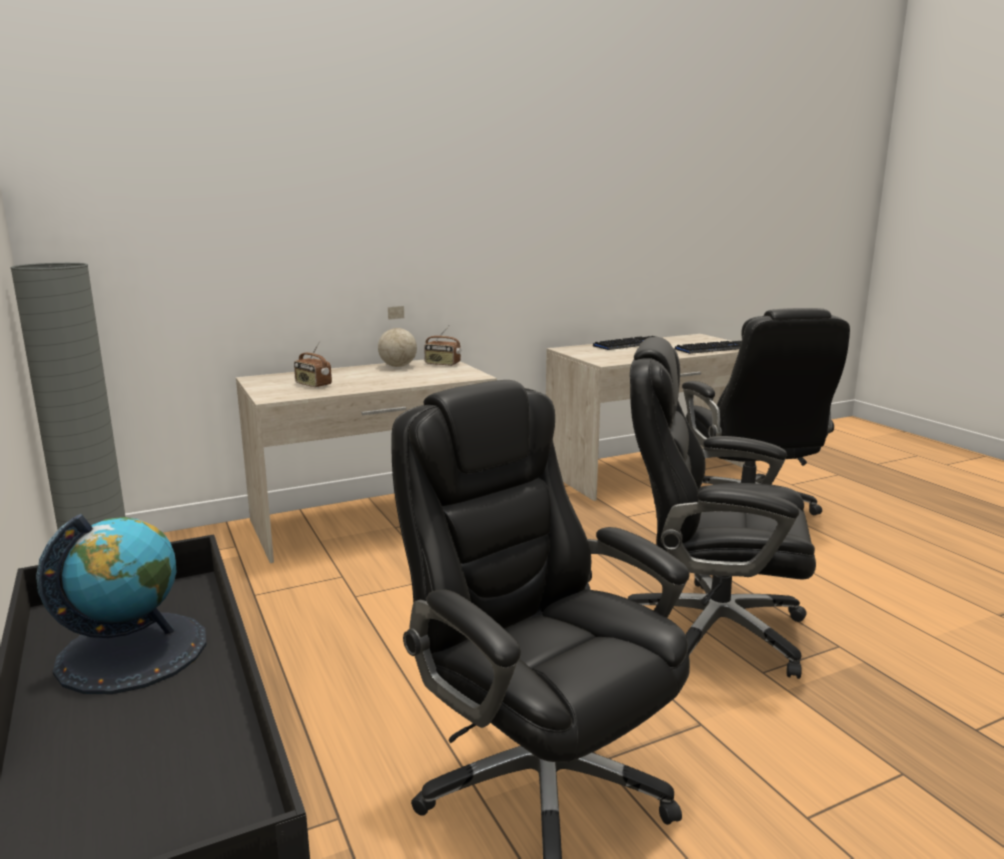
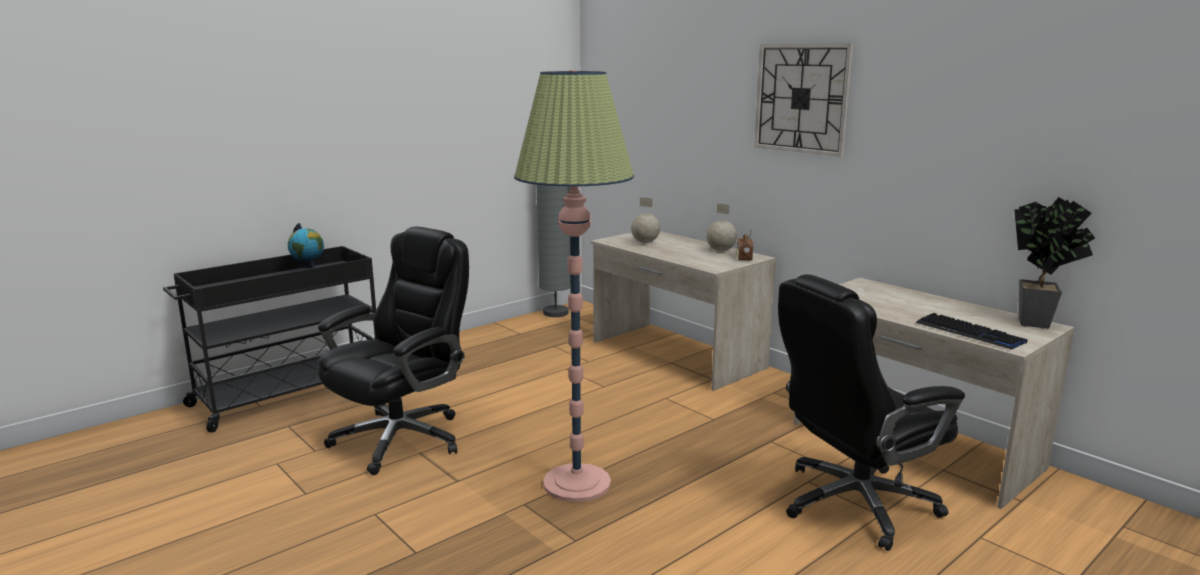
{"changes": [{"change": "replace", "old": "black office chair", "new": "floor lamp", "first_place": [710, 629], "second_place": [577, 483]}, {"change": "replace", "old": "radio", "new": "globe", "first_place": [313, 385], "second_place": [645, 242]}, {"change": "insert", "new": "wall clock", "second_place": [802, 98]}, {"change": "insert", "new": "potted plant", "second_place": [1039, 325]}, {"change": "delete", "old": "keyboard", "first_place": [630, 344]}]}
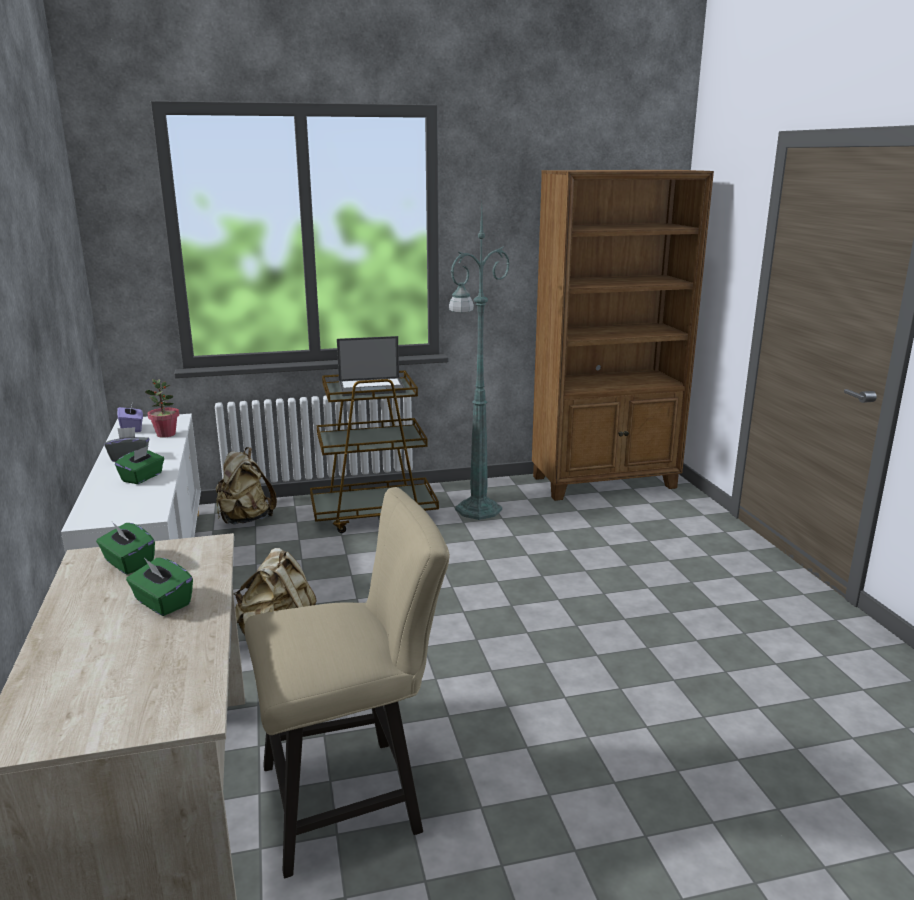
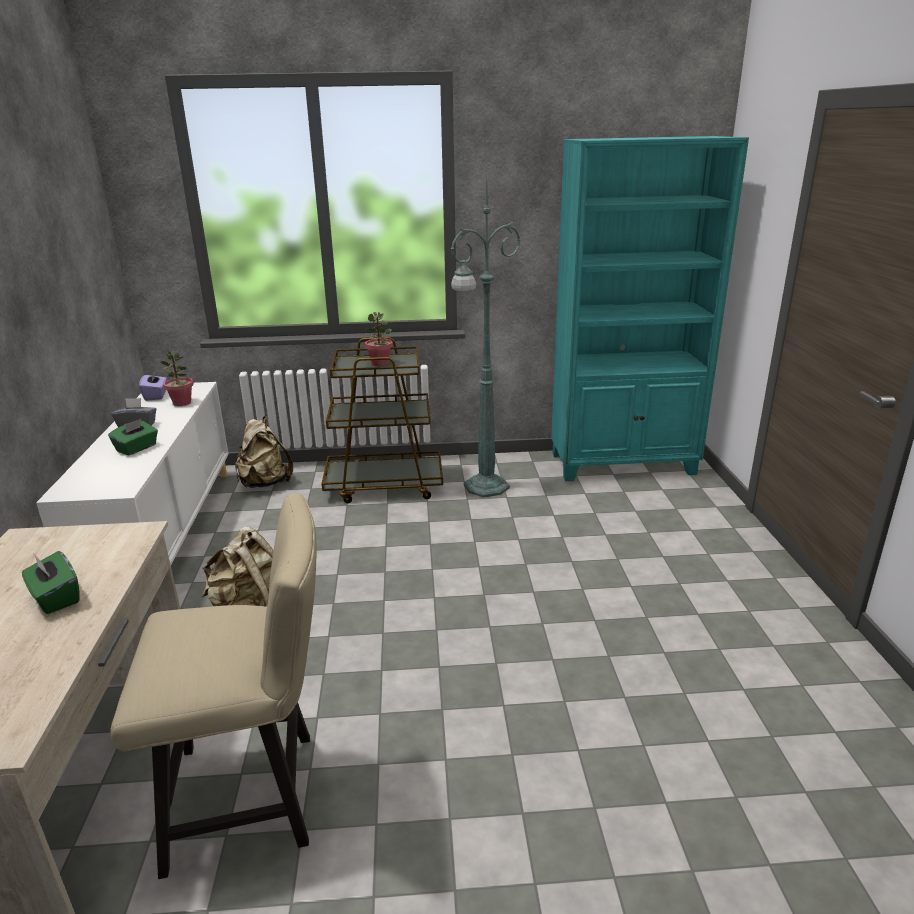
{"changes": [{"change": "replace", "old": "laptop", "new": "potted plant", "first_place": [372, 387], "second_place": [380, 363]}, {"change": "recolor", "old": "brown bookcase", "new": "turquoise bookcase", "first_place": [605, 482], "second_place": [623, 464]}, {"change": "delete", "old": "green tissue box", "first_place": [128, 563]}]}
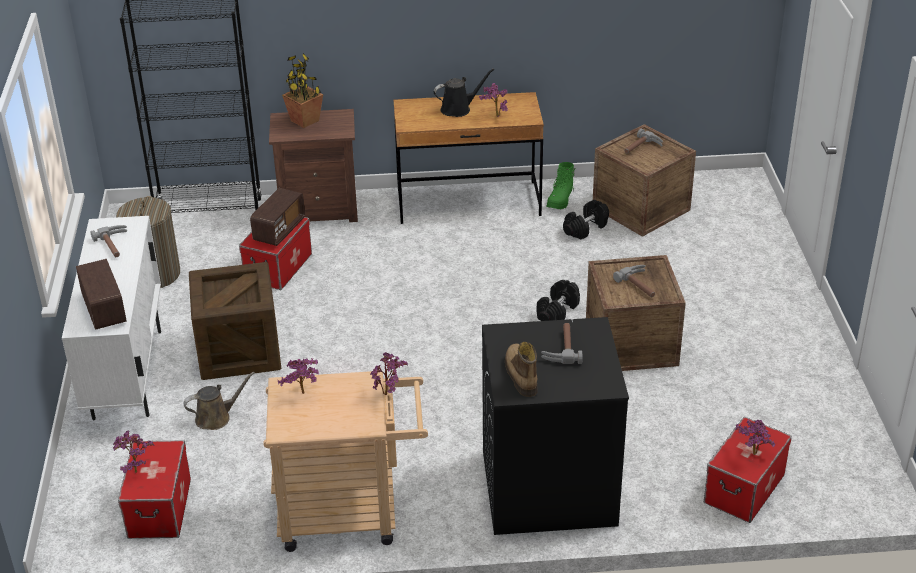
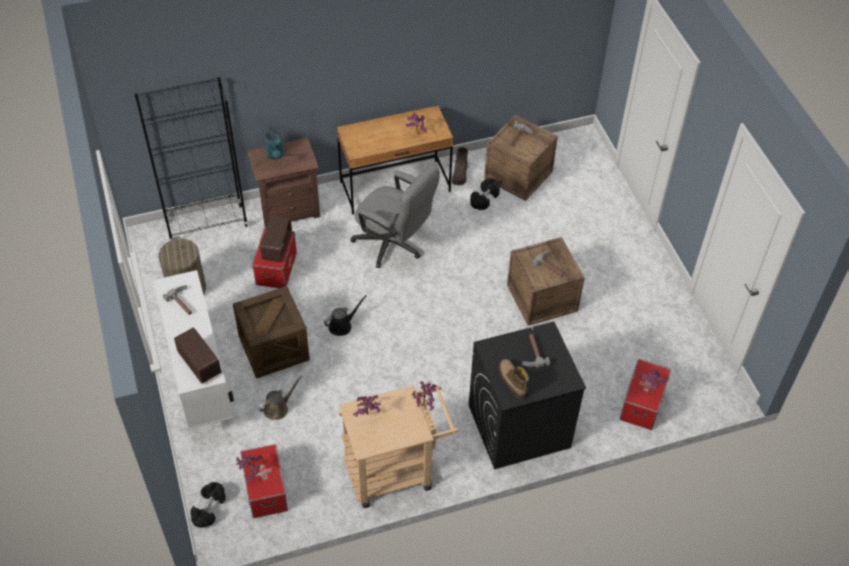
{"changes": [{"change": "move", "old": "black dumbbell", "first_place": [557, 311], "second_place": [209, 508]}, {"change": "replace", "old": "potted plant", "new": "turquoise watering can", "first_place": [305, 121], "second_place": [276, 155]}, {"change": "move", "old": "black watering can", "first_place": [458, 109], "second_place": [342, 325]}, {"change": "insert", "new": "grey office chair", "second_place": [394, 245]}, {"change": "recolor", "old": "green boot", "new": "brown boot", "first_place": [560, 199], "second_place": [460, 174]}]}
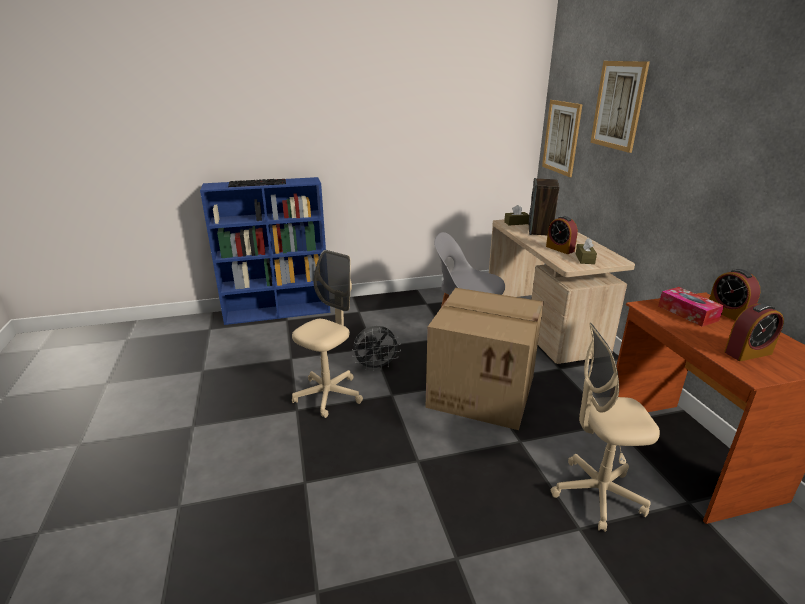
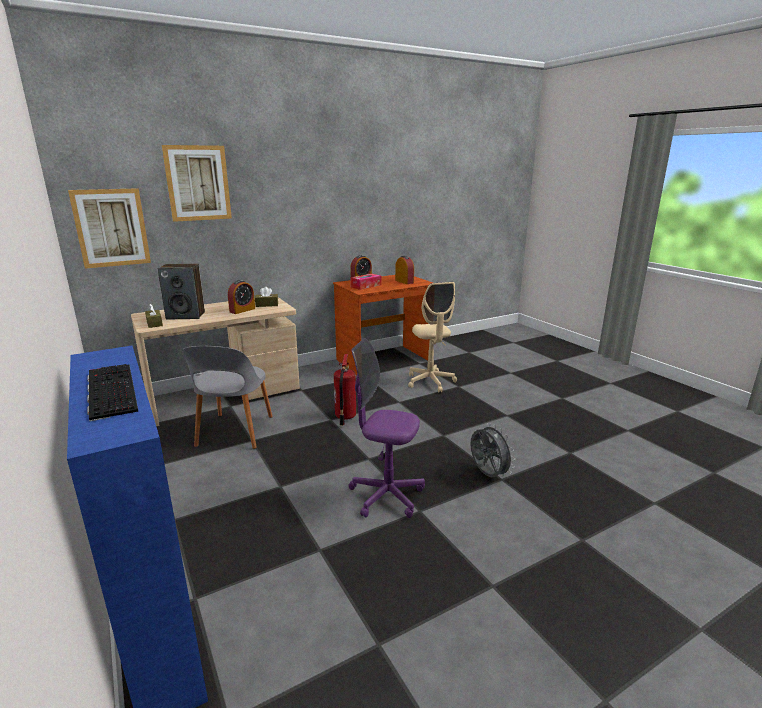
{"changes": [{"change": "replace", "old": "cardboard box", "new": "fire extinguisher", "first_place": [483, 391], "second_place": [345, 417]}, {"change": "recolor", "old": "beige office chair", "new": "purple office chair", "first_place": [328, 395], "second_place": [386, 496]}, {"change": "move", "old": "grey fan", "first_place": [376, 367], "second_place": [487, 475]}]}
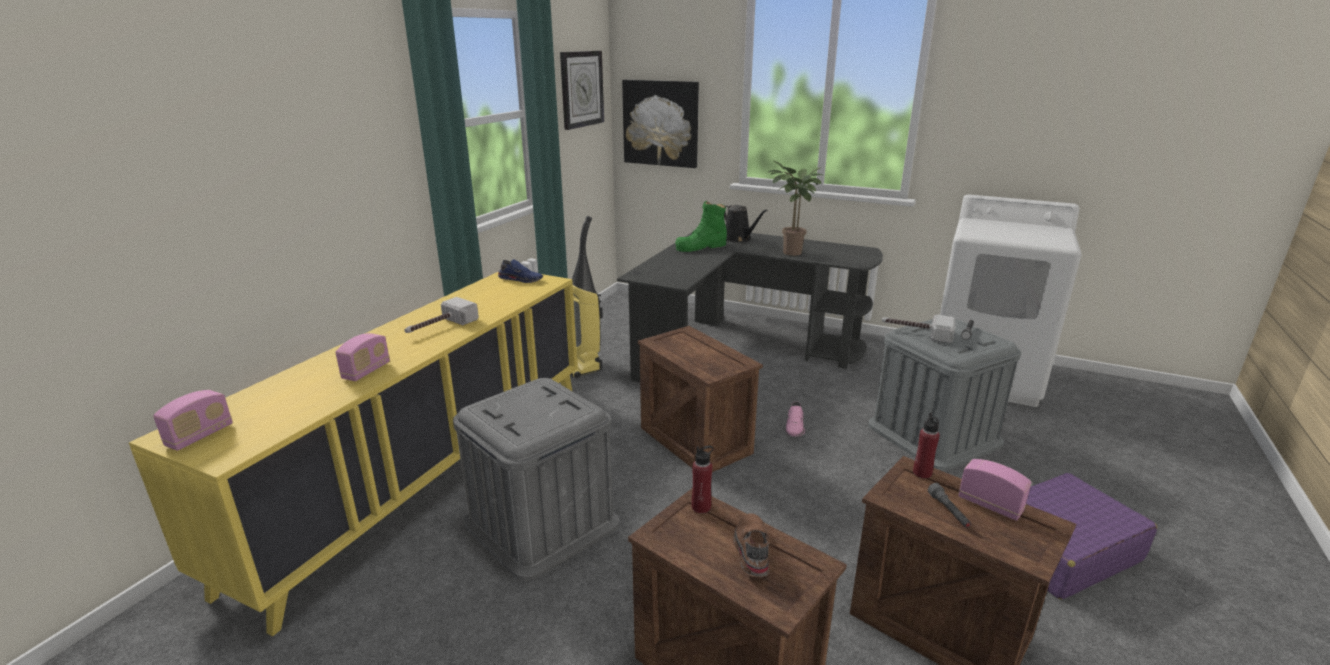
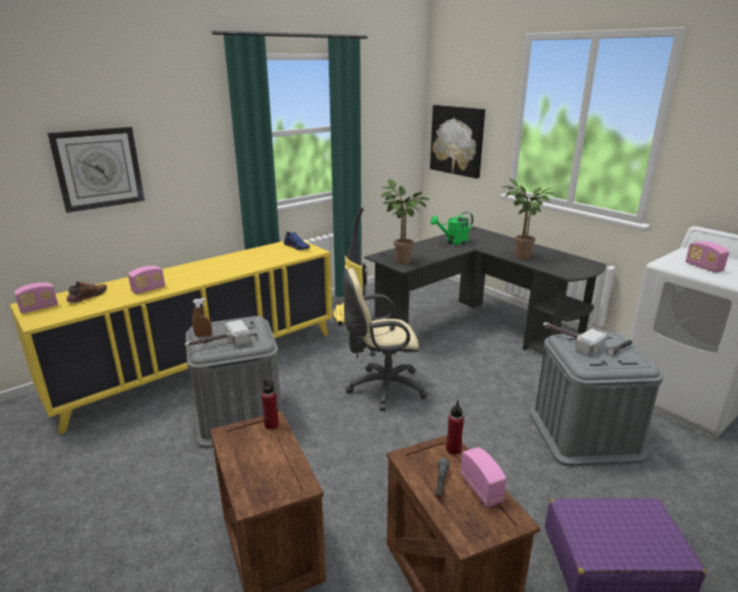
{"changes": [{"change": "move", "old": "wall clock", "first_place": [581, 89], "second_place": [98, 168]}, {"change": "move", "old": "brown shoe", "first_place": [750, 550], "second_place": [87, 296]}, {"change": "move", "old": "hammer", "first_place": [440, 327], "second_place": [217, 344]}, {"change": "insert", "new": "brown spray bottle", "second_place": [203, 335]}, {"change": "replace", "old": "crate", "new": "beige office chair", "first_place": [693, 440], "second_place": [382, 388]}, {"change": "insert", "new": "potted plant", "second_place": [400, 261]}, {"change": "replace", "old": "green boot", "new": "green watering can", "first_place": [701, 247], "second_place": [453, 242]}, {"change": "insert", "new": "radio", "second_place": [703, 267]}, {"change": "delete", "old": "black watering can", "first_place": [738, 239]}, {"change": "delete", "old": "pink shoe", "first_place": [795, 427]}]}
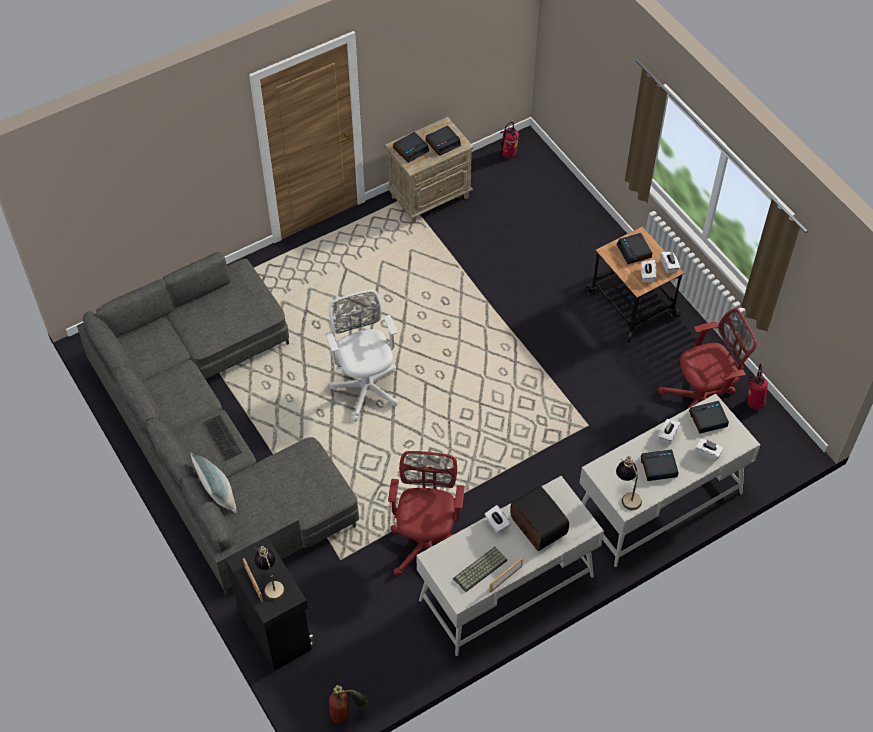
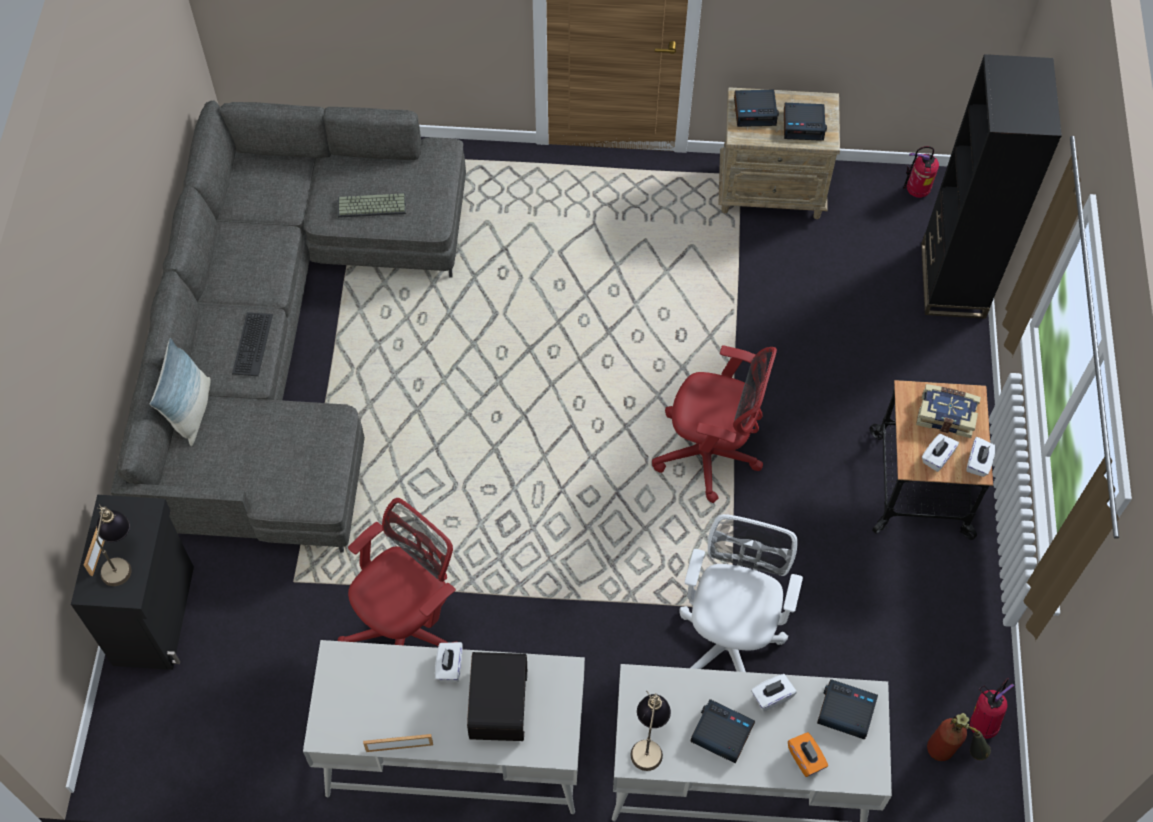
{"changes": [{"change": "move", "old": "keyboard", "first_place": [480, 570], "second_place": [371, 207]}, {"change": "move", "old": "red office chair", "first_place": [701, 401], "second_place": [710, 455]}, {"change": "move", "old": "white office chair", "first_place": [365, 386], "second_place": [729, 640]}, {"change": "recolor", "old": "white tissue box", "new": "orange tissue box", "first_place": [707, 453], "second_place": [805, 759]}, {"change": "replace", "old": "alarm clock", "new": "book", "first_place": [634, 251], "second_place": [946, 414]}, {"change": "insert", "new": "black bookcase", "second_place": [952, 280]}, {"change": "move", "old": "fire extinguisher", "first_place": [347, 713], "second_place": [950, 753]}]}
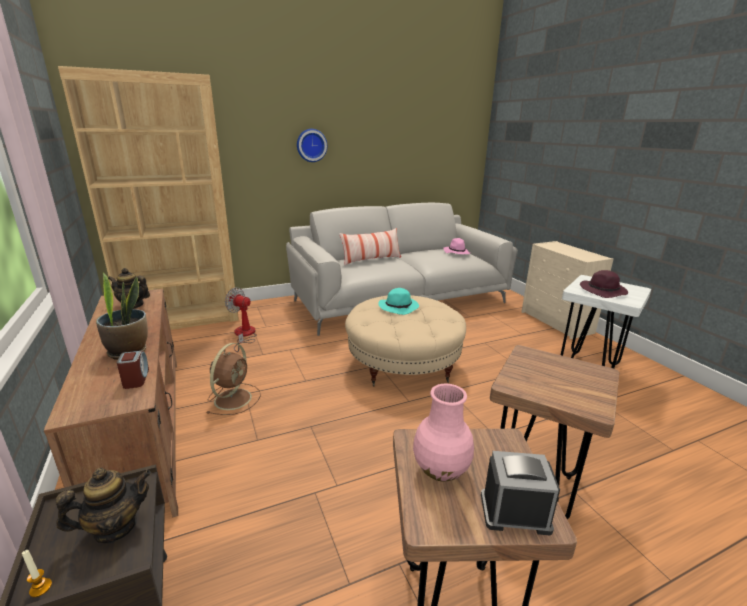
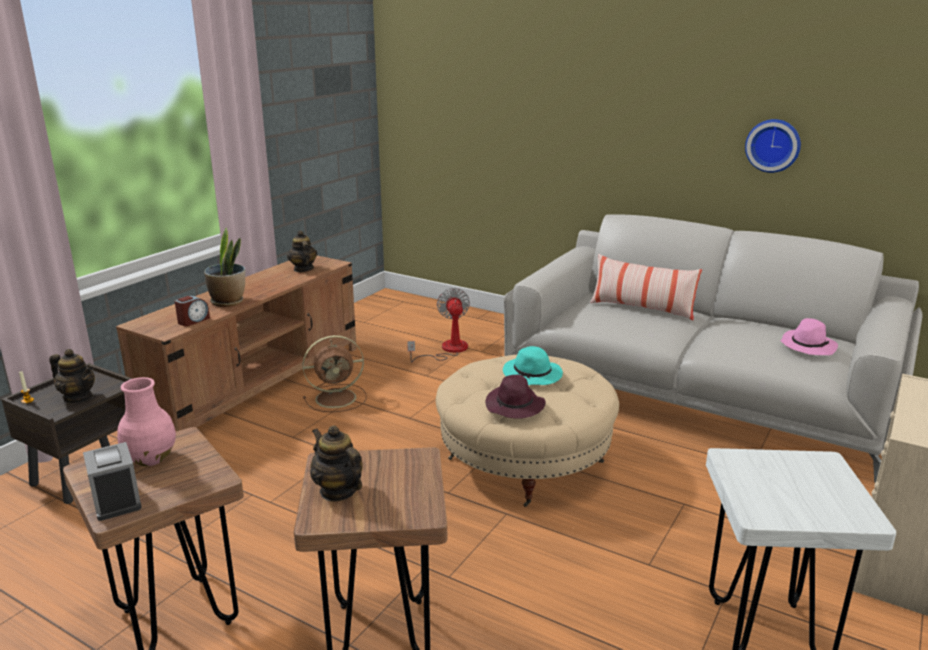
{"changes": [{"change": "insert", "new": "teapot", "second_place": [338, 491]}, {"change": "move", "old": "purple hat", "first_place": [603, 291], "second_place": [515, 406]}, {"change": "move", "old": "wall clock", "first_place": [311, 145], "second_place": [773, 145]}, {"change": "delete", "old": "brown bookcase", "first_place": [183, 319]}]}
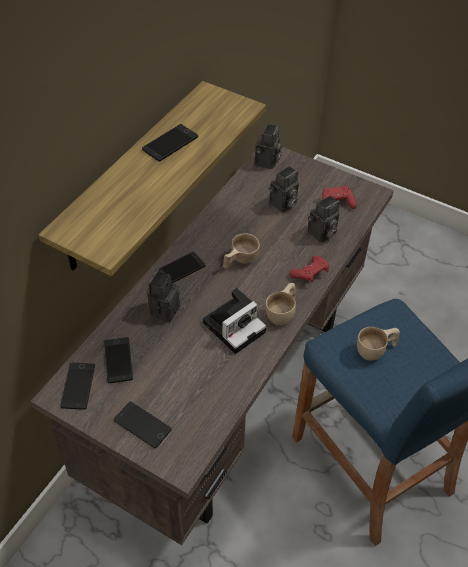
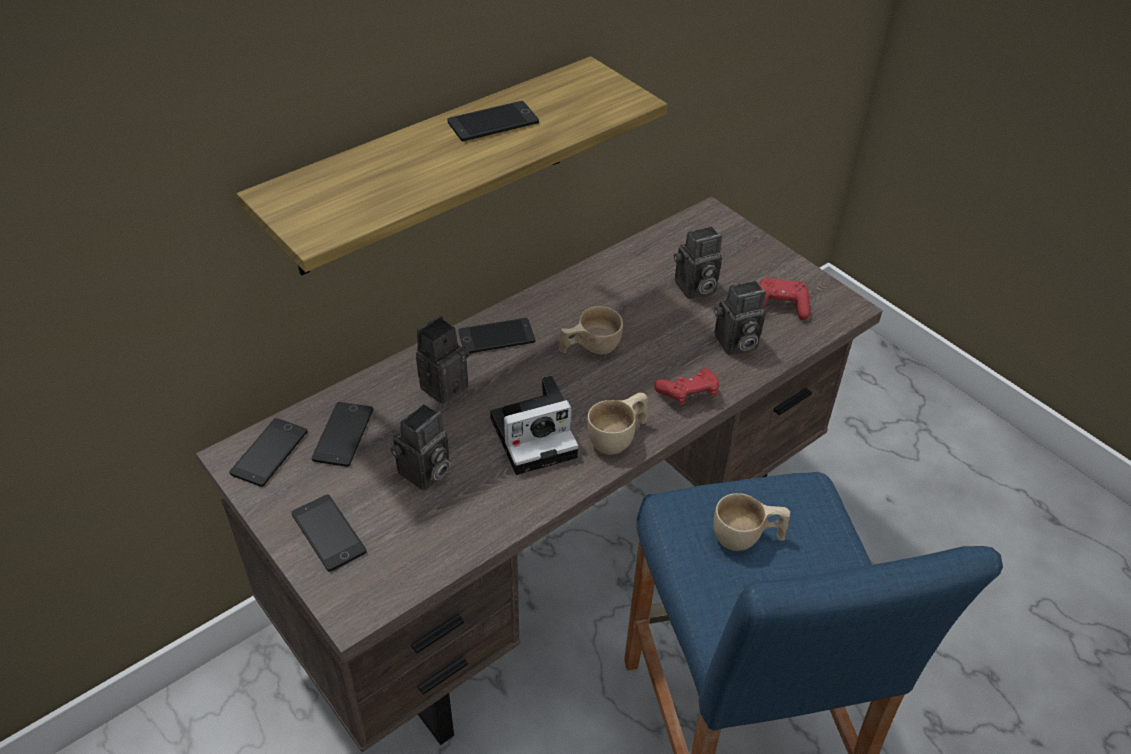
{"changes": [{"change": "move", "old": "photo camera", "first_place": [267, 162], "second_place": [424, 474]}]}
